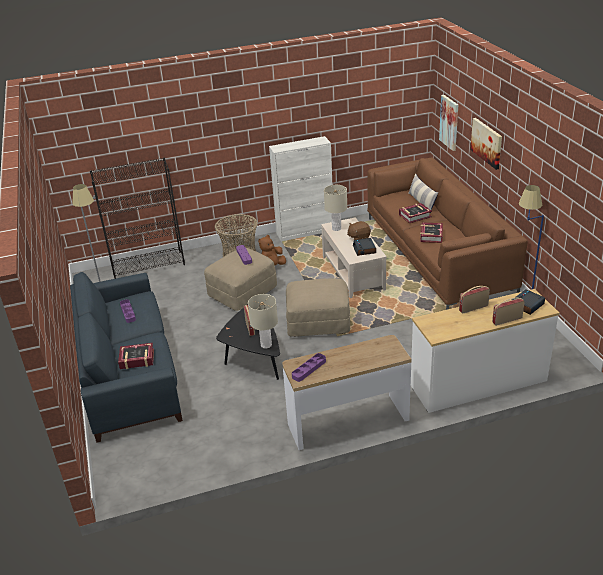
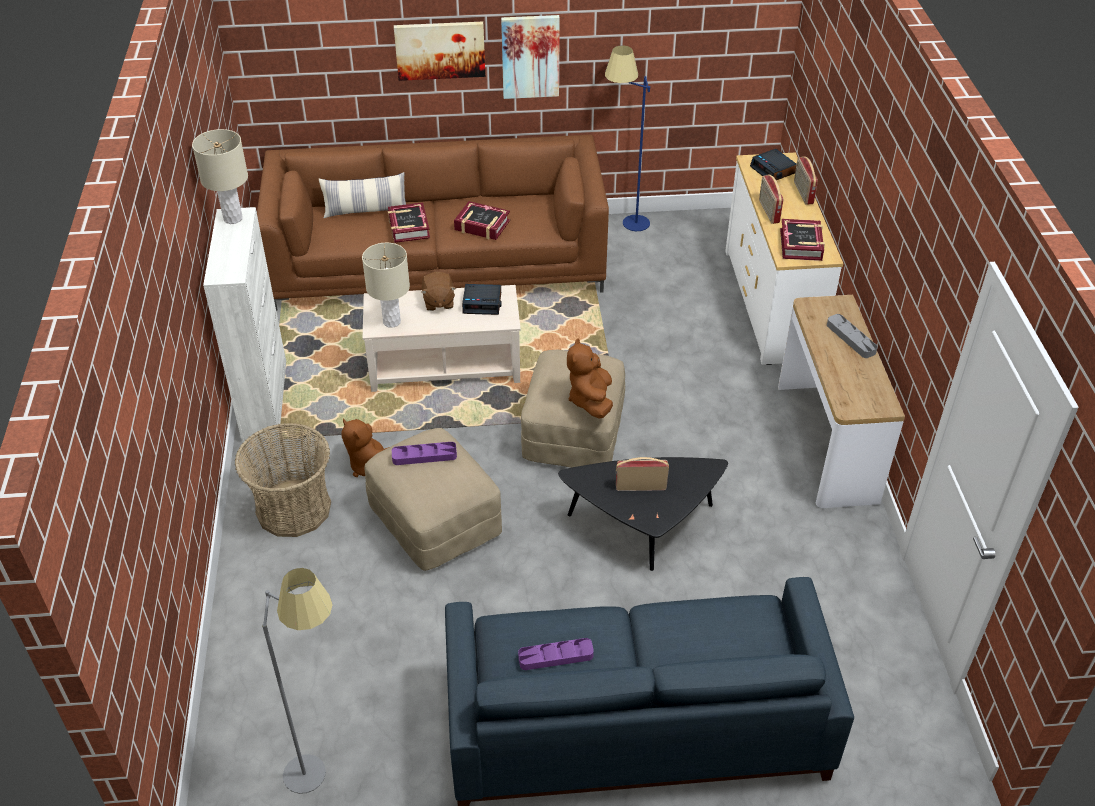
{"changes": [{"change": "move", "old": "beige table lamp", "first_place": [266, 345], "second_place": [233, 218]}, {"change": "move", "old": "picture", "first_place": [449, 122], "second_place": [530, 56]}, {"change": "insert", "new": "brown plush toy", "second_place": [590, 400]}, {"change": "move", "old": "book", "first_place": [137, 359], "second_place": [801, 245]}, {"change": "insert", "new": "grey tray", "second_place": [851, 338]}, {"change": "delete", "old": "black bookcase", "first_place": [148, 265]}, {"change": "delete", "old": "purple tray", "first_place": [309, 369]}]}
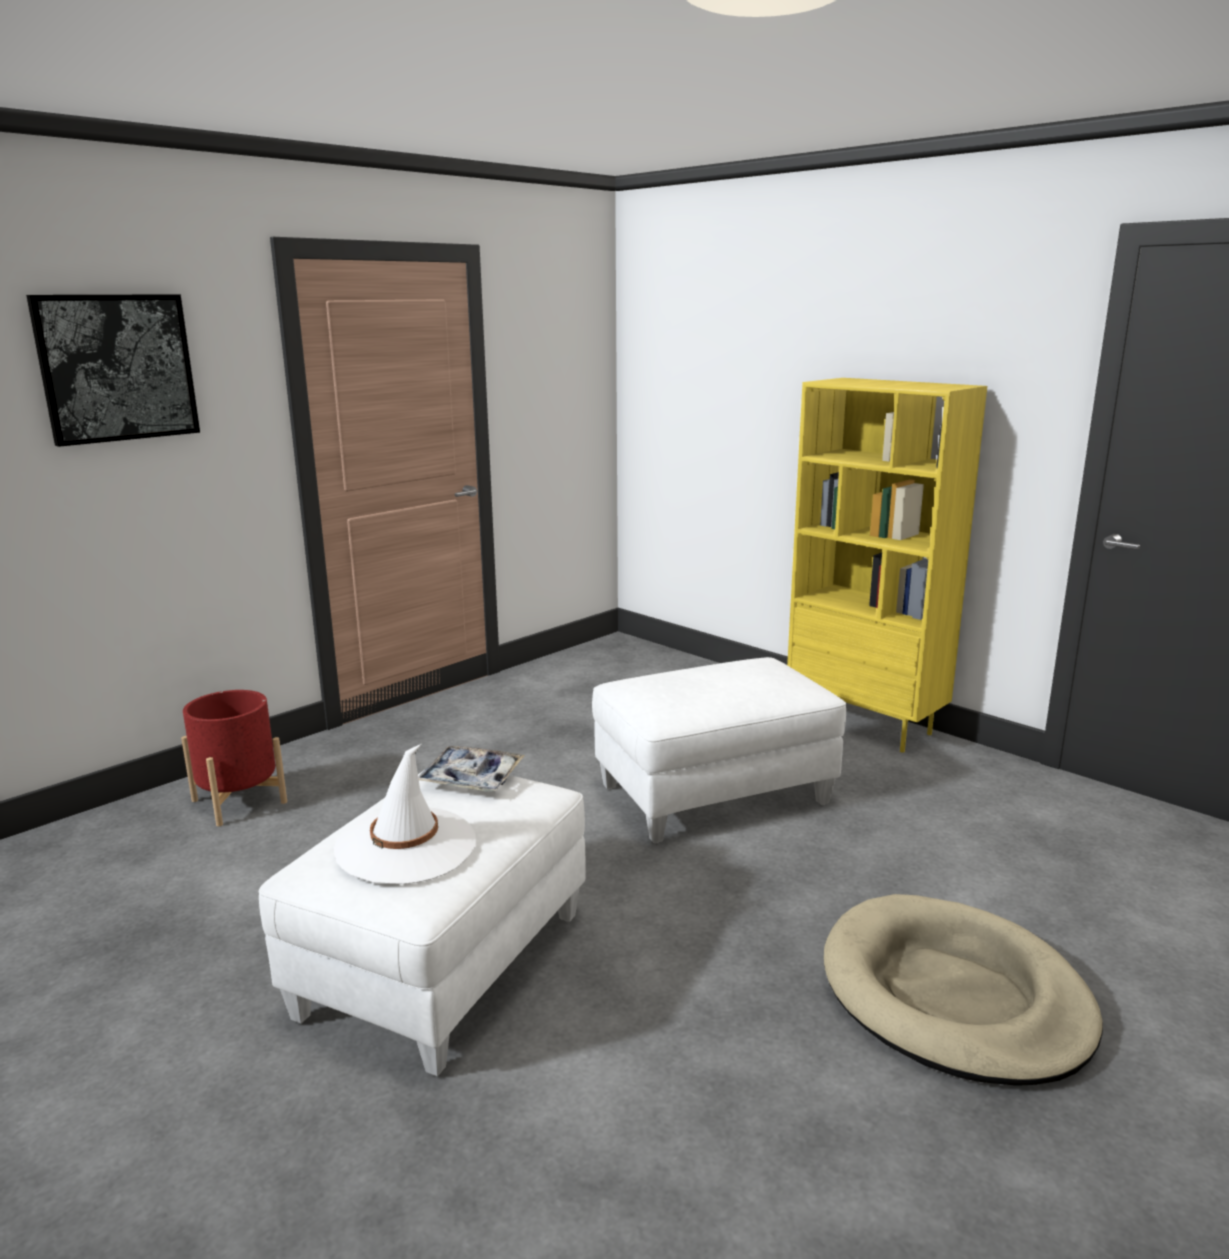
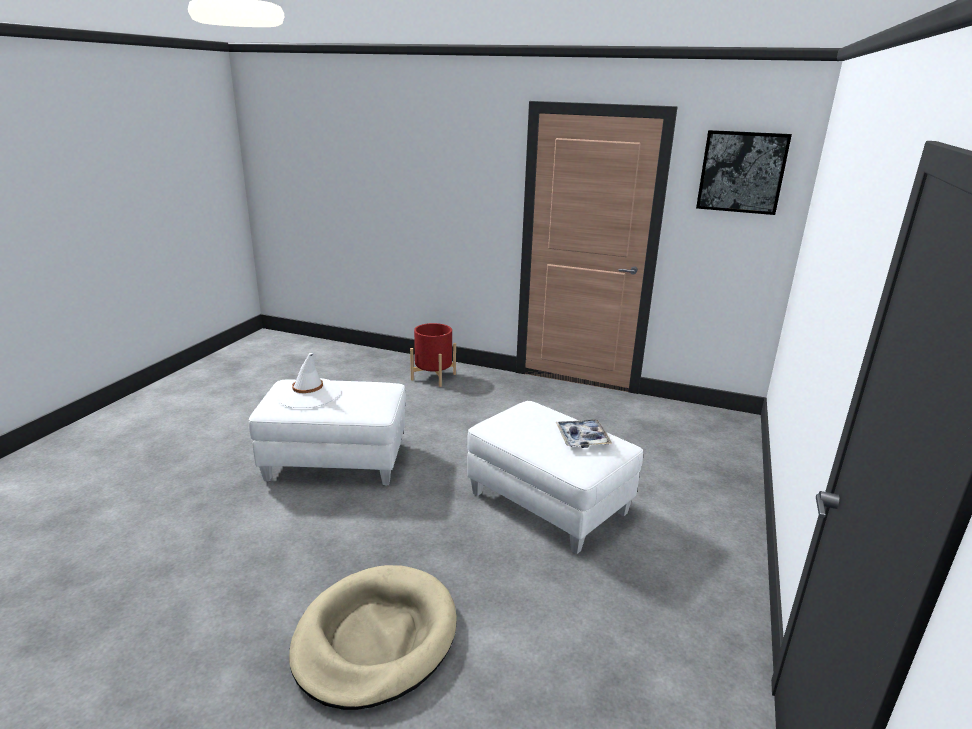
{"changes": [{"change": "move", "old": "tray", "first_place": [471, 778], "second_place": [582, 438]}, {"change": "move", "old": "picture", "first_place": [117, 368], "second_place": [741, 172]}, {"change": "delete", "old": "yellow bookcase", "first_place": [865, 725]}]}
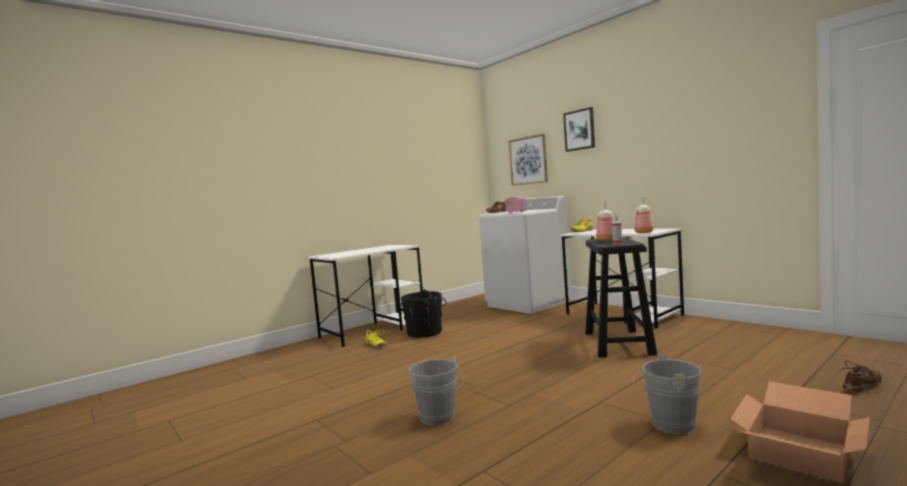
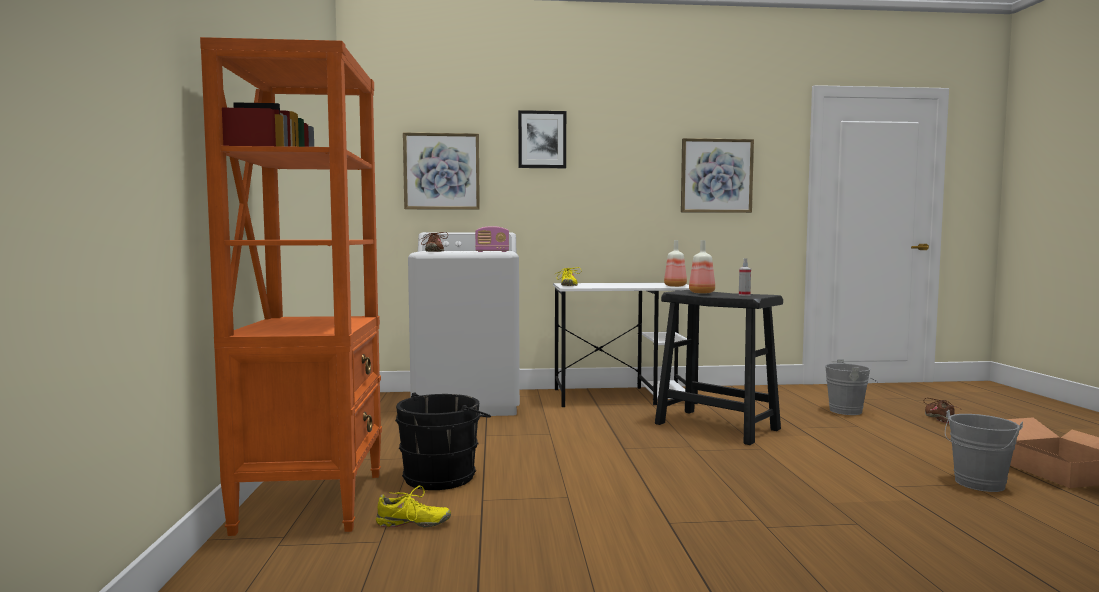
{"changes": [{"change": "replace", "old": "white desk", "new": "orange bookcase", "first_place": [374, 330], "second_place": [313, 501]}, {"change": "insert", "new": "picture", "second_place": [716, 176]}, {"change": "move", "old": "grey bucket", "first_place": [439, 418], "second_place": [849, 411]}]}
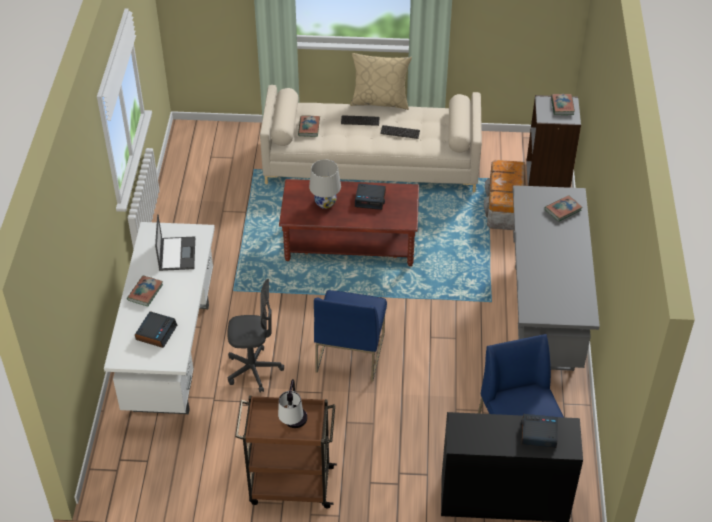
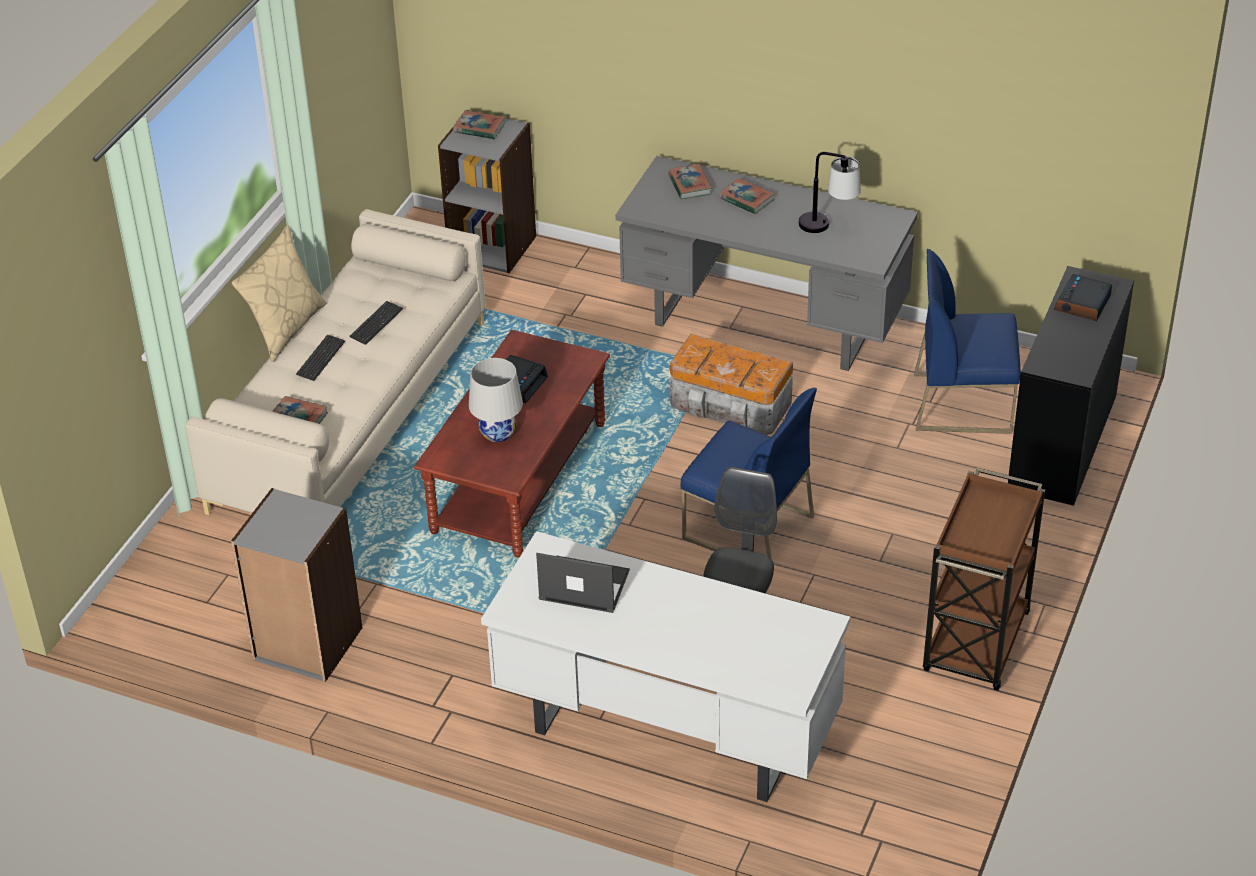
{"changes": [{"change": "insert", "new": "grey bookcase", "second_place": [307, 644]}, {"change": "move", "old": "storage box", "first_place": [504, 207], "second_place": [731, 406]}, {"change": "move", "old": "book", "first_place": [145, 292], "second_place": [746, 199]}, {"change": "move", "old": "table lamp", "first_place": [294, 428], "second_place": [828, 227]}, {"change": "delete", "old": "alarm clock", "first_place": [156, 332]}]}
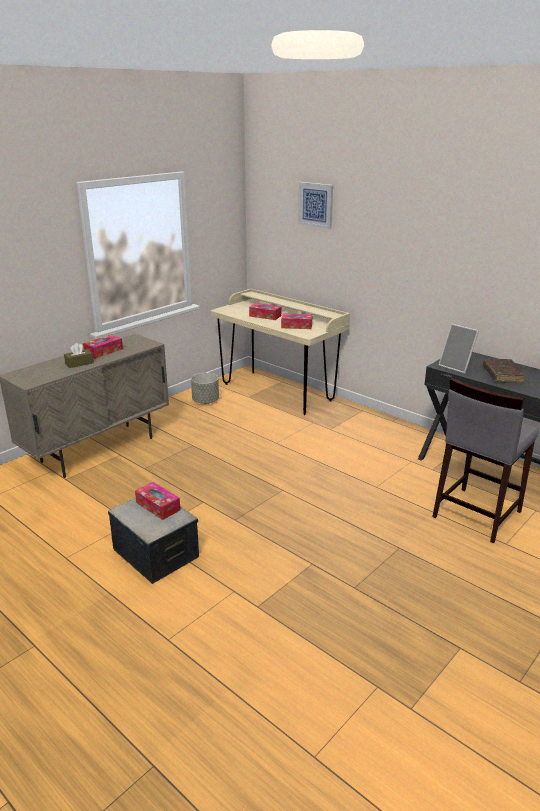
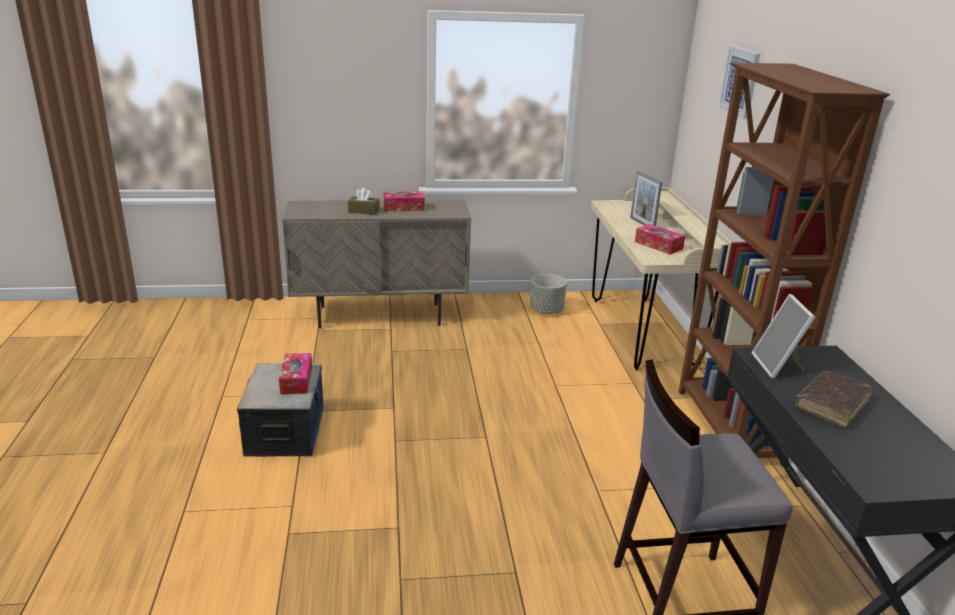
{"changes": [{"change": "replace", "old": "tissue box", "new": "picture frame", "first_place": [265, 316], "second_place": [642, 223]}, {"change": "insert", "new": "brown bookcase", "second_place": [727, 427]}]}
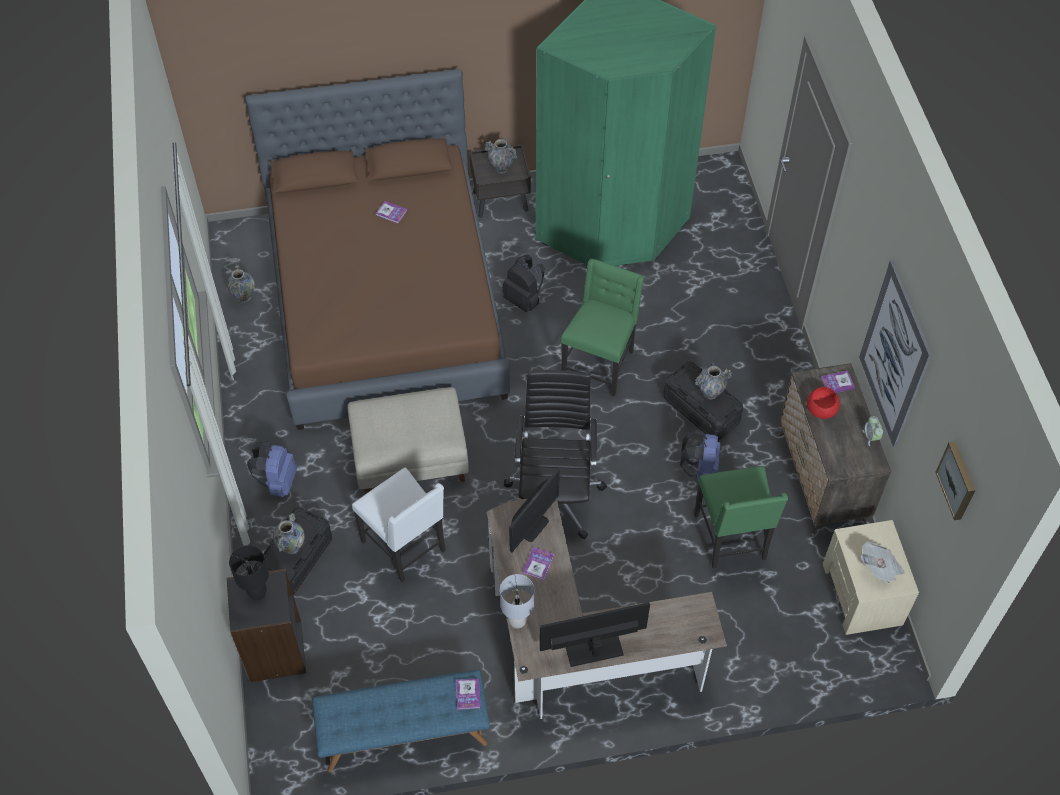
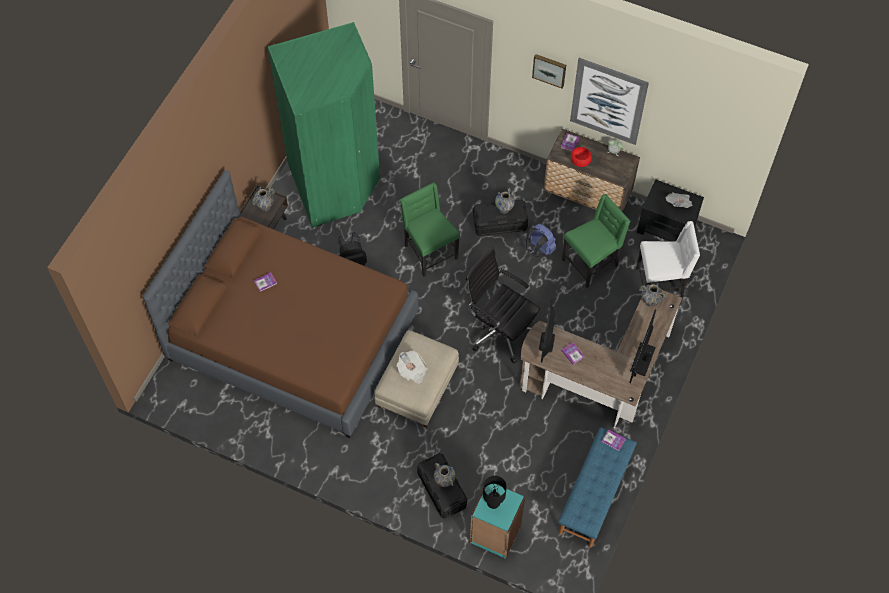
{"changes": [{"change": "insert", "new": "newspaper", "second_place": [412, 371]}, {"change": "recolor", "old": "black bookcase", "new": "turquoise bookcase", "first_place": [274, 651], "second_place": [495, 534]}, {"change": "move", "old": "picture", "first_place": [958, 480], "second_place": [549, 70]}, {"change": "rotate", "old": "monitor", "first_place": [532, 526], "second_place": [546, 342], "degrees": -150}, {"change": "rotate", "old": "green chair", "first_place": [732, 538], "second_place": [591, 263], "degrees": -60}, {"change": "move", "old": "white chair", "first_place": [406, 546], "second_place": [660, 283]}, {"change": "recolor", "old": "beige nightstand", "new": "black nightstand", "first_place": [862, 594], "second_place": [667, 227]}, {"change": "move", "old": "vase", "first_place": [244, 297], "second_place": [650, 302]}, {"change": "delete", "old": "blue backpack", "first_place": [278, 482]}, {"change": "delete", "old": "grey table lamp", "first_place": [517, 621]}]}
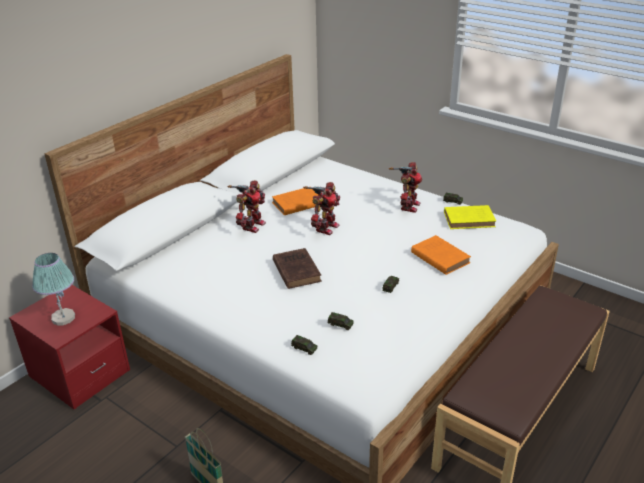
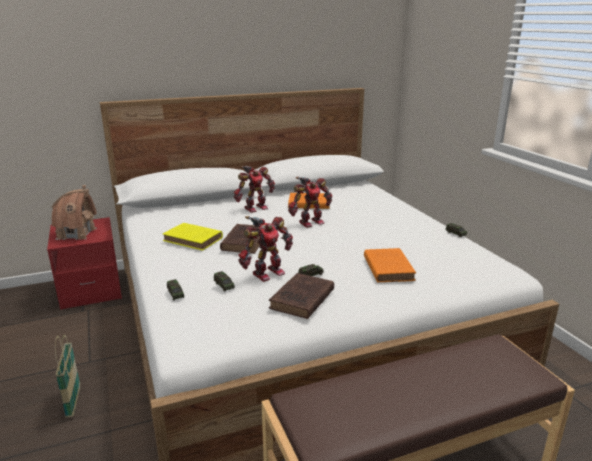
{"changes": [{"change": "replace", "old": "table lamp", "new": "toy house", "first_place": [63, 318], "second_place": [77, 234]}, {"change": "move", "old": "yellow book", "first_place": [470, 220], "second_place": [194, 240]}, {"change": "move", "old": "toy robot", "first_place": [408, 206], "second_place": [267, 273]}, {"change": "insert", "new": "brown book", "second_place": [301, 300]}]}
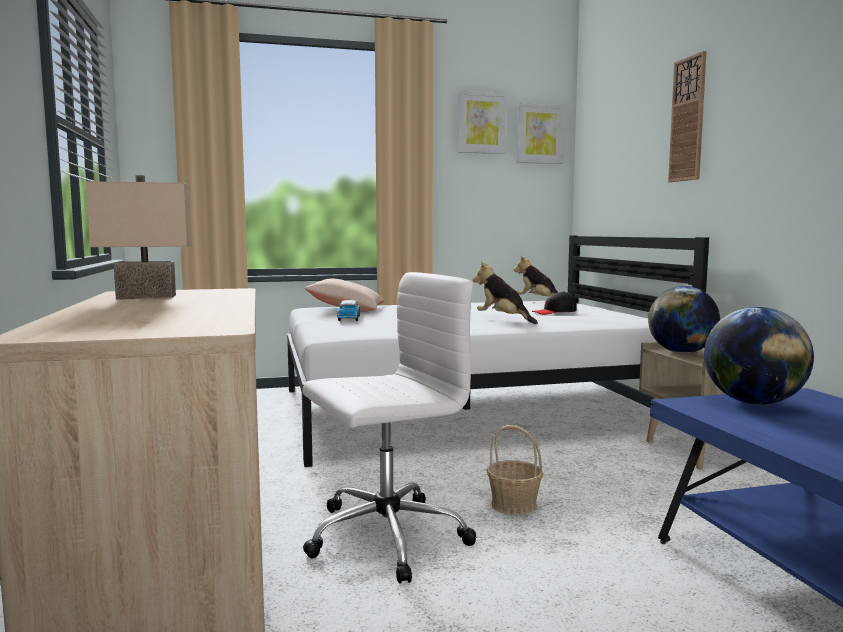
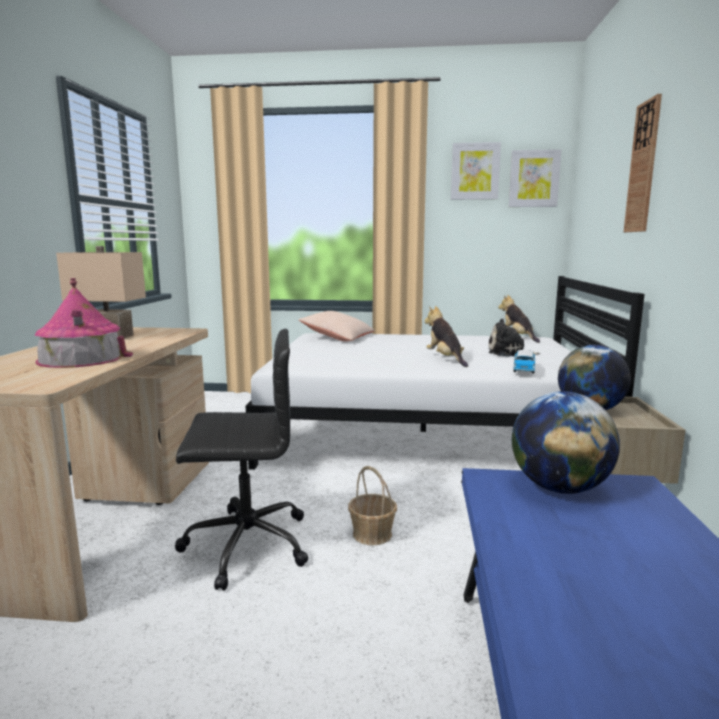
{"changes": [{"change": "insert", "new": "toy house", "second_place": [82, 358]}, {"change": "recolor", "old": "white office chair", "new": "black office chair", "first_place": [384, 537], "second_place": [245, 544]}, {"change": "replace", "old": "black cap", "new": "plush toy", "first_place": [554, 312], "second_place": [509, 353]}, {"change": "move", "old": "toy car", "first_place": [349, 319], "second_place": [523, 369]}]}
